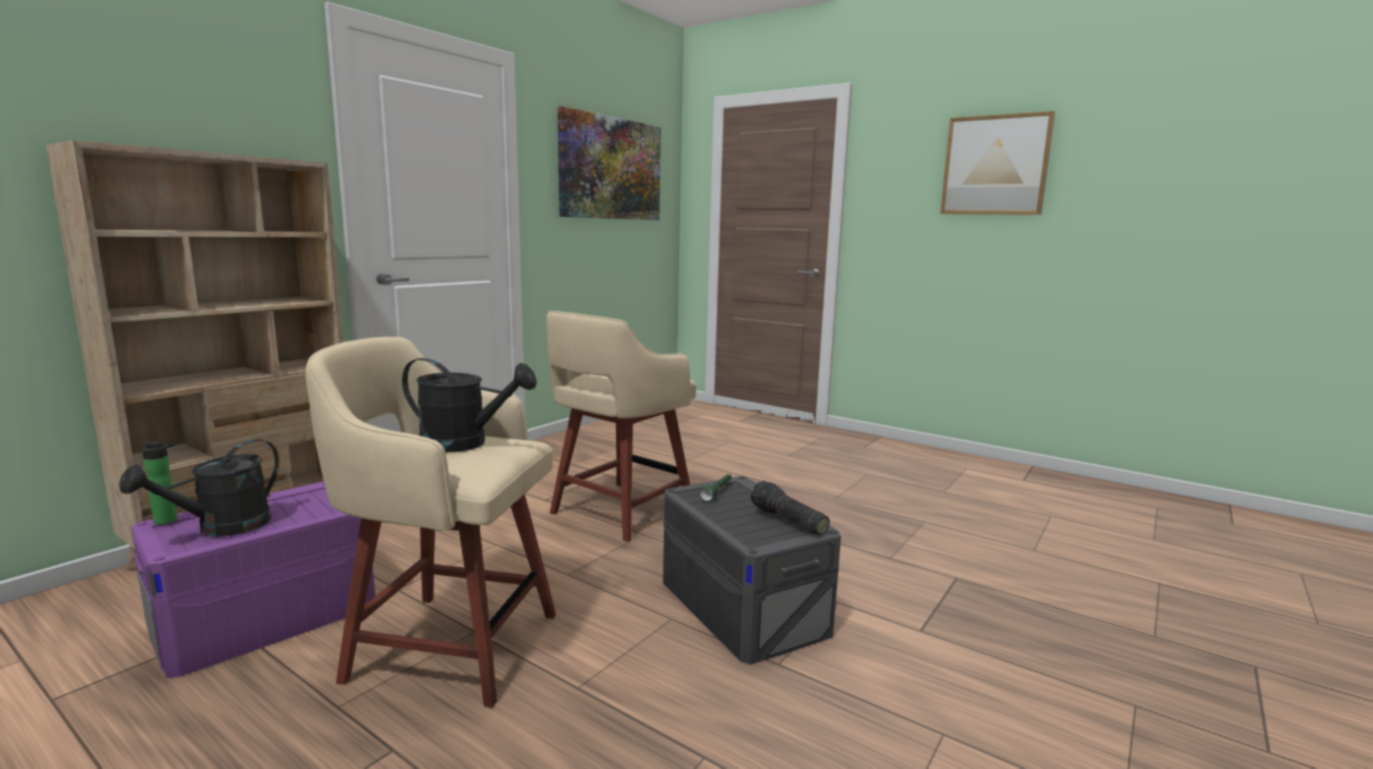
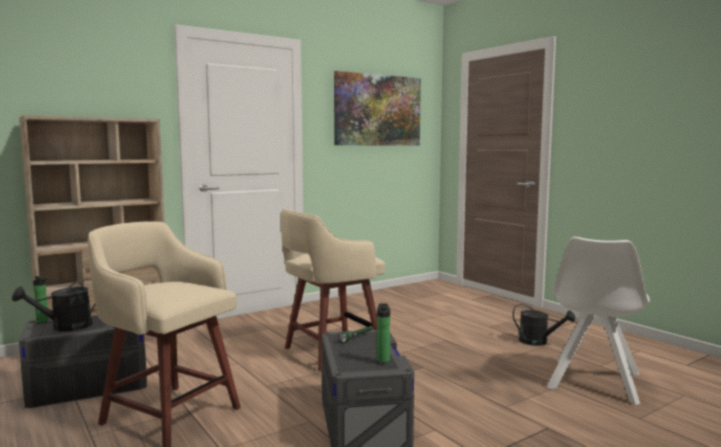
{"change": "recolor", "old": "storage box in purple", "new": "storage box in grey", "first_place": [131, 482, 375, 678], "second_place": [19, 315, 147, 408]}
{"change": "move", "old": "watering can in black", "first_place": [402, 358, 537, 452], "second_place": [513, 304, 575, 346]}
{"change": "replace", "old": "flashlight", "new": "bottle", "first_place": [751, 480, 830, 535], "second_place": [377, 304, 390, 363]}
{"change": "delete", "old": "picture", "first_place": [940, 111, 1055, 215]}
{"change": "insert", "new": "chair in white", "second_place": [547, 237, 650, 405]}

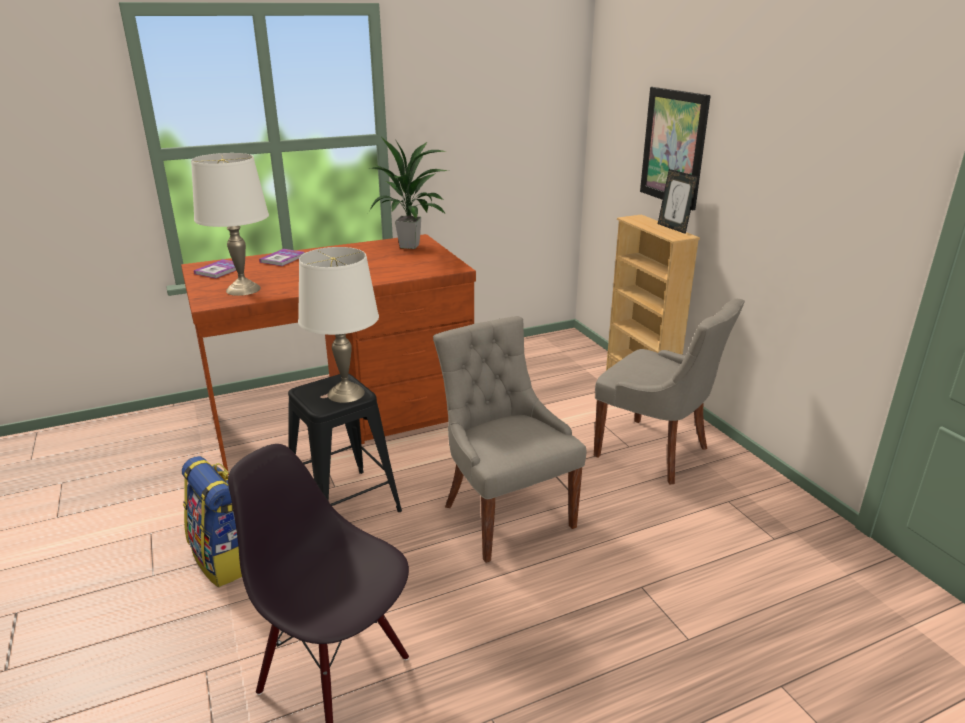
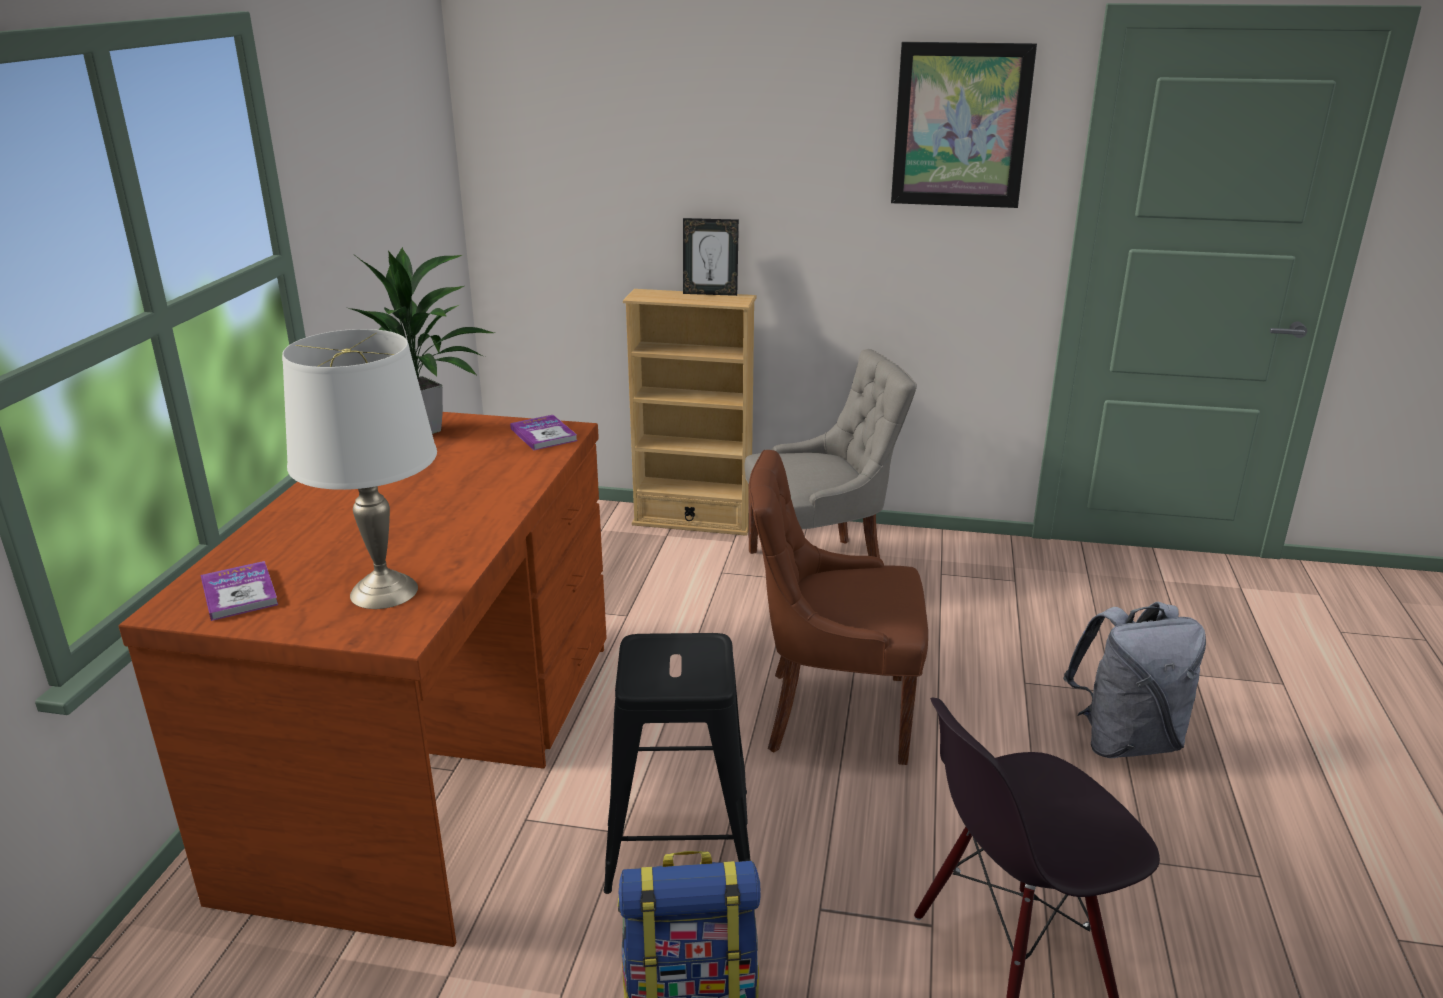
{"change": "move", "old": "book", "first_place": [259, 249, 305, 266], "second_place": [510, 415, 577, 450]}
{"change": "delete", "old": "table lamp in white", "first_place": [298, 247, 379, 403]}
{"change": "recolor", "old": "chair in grey", "new": "chair in brown", "first_place": [433, 316, 586, 563], "second_place": [749, 450, 928, 765]}
{"change": "move", "old": "picture", "first_place": [640, 87, 711, 210], "second_place": [891, 42, 1037, 208]}
{"change": "insert", "new": "backpack in grey", "second_place": [1063, 602, 1206, 758]}

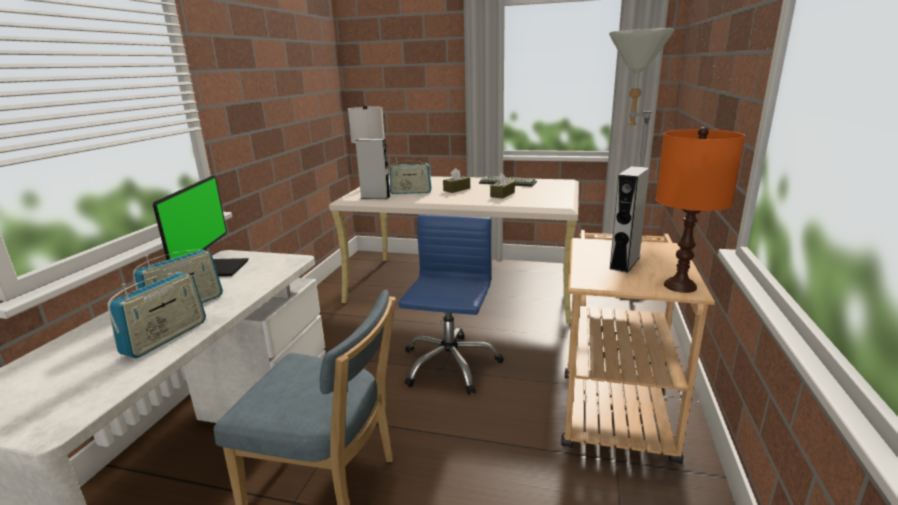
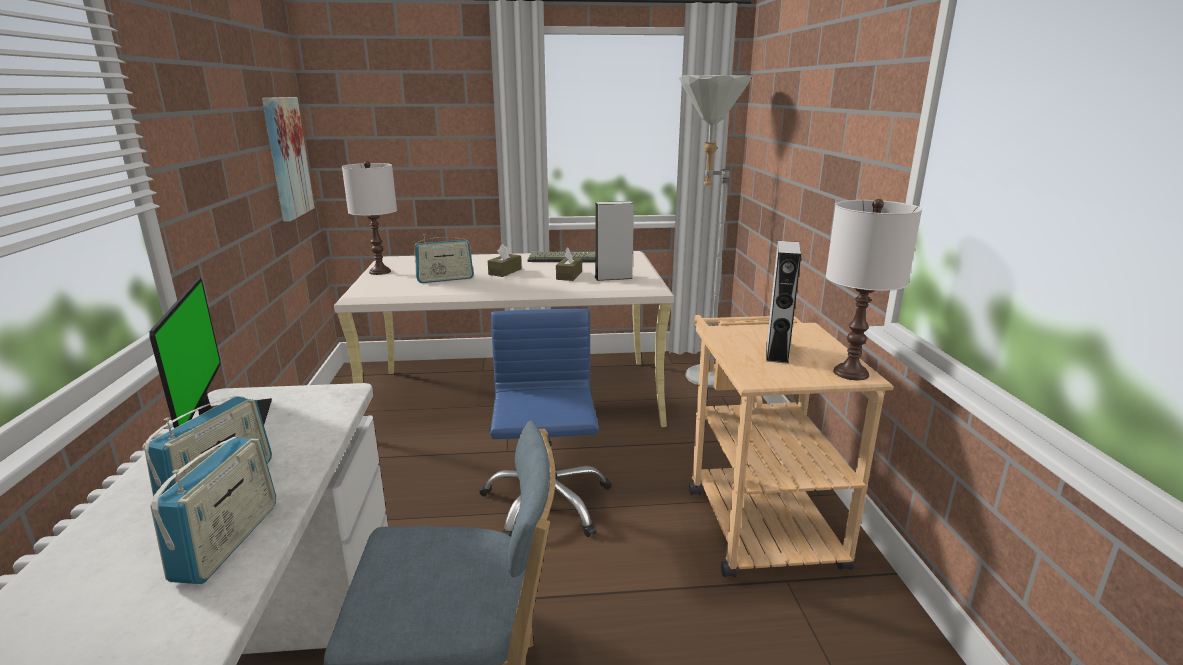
{"change": "move", "old": "speaker in grey", "first_place": [355, 139, 390, 199], "second_place": [595, 201, 634, 281]}
{"change": "recolor", "old": "table lamp in orange", "new": "table lamp in white", "first_place": [656, 127, 745, 293], "second_place": [826, 199, 922, 380]}
{"change": "insert", "new": "picture", "second_place": [262, 97, 315, 222]}

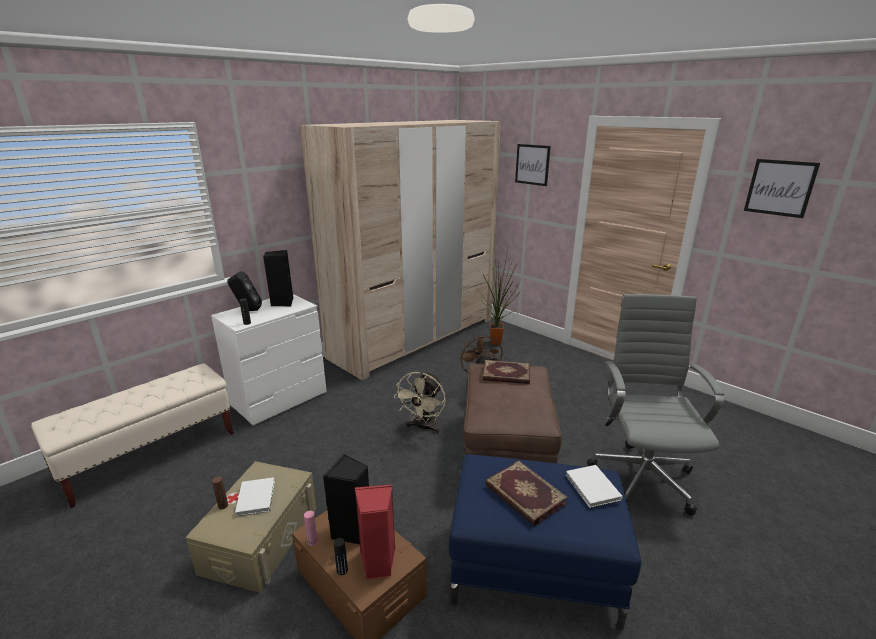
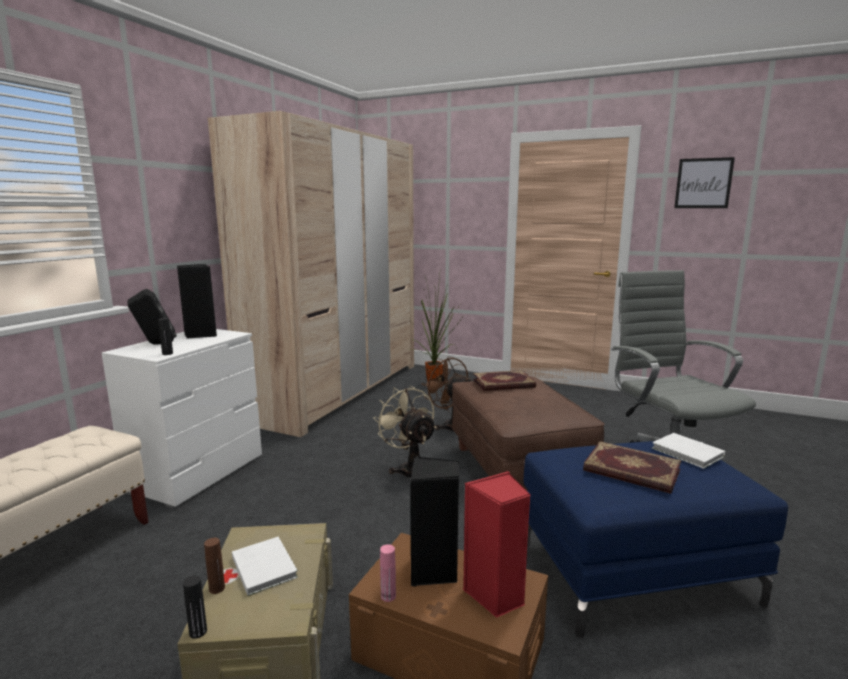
{"change": "move", "old": "bottle in black", "first_place": [334, 538, 348, 575], "second_place": [183, 576, 207, 639]}
{"change": "rotate", "old": "fan in beige", "first_place": [394, 372, 446, 434], "second_place": [373, 386, 437, 477], "degrees": 150}
{"change": "delete", "old": "picture", "first_place": [515, 144, 551, 186]}

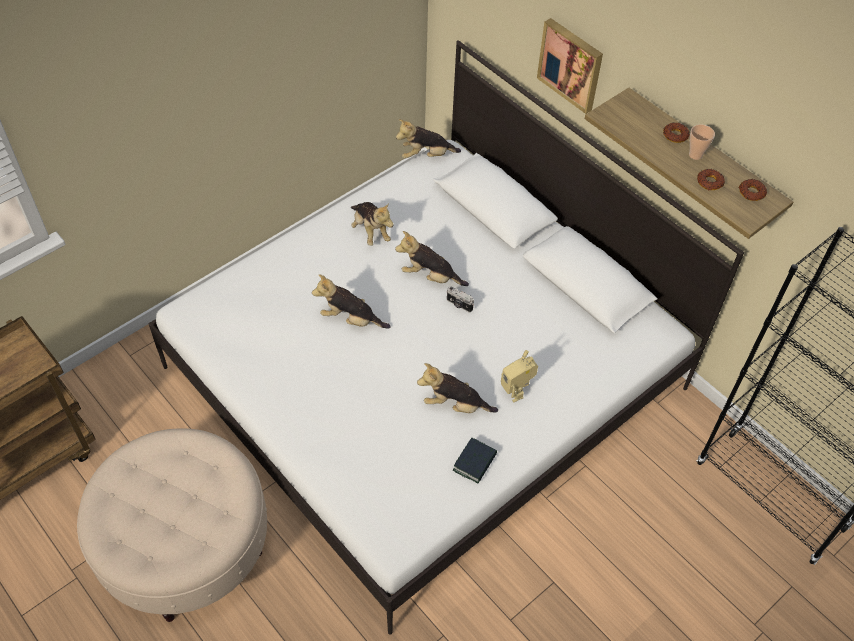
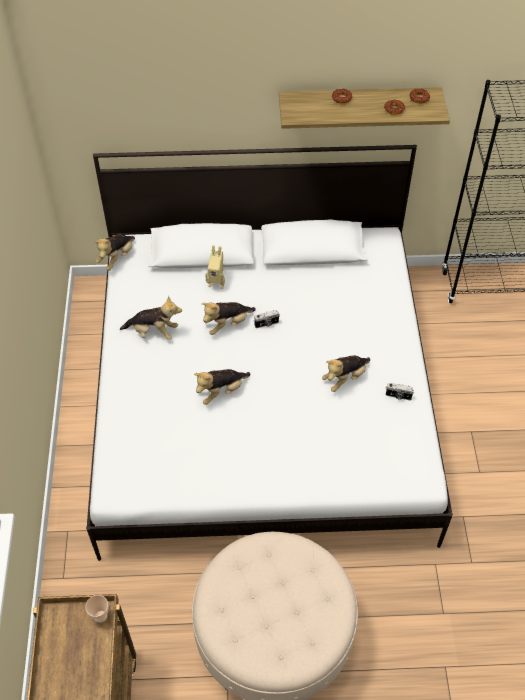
{"change": "replace", "old": "book", "new": "photo camera", "first_place": [453, 438, 497, 483], "second_place": [386, 383, 414, 400]}
{"change": "move", "old": "toy robot", "first_place": [501, 350, 538, 402], "second_place": [205, 245, 225, 289]}
{"change": "delete", "old": "picture", "first_place": [537, 18, 603, 114]}
{"change": "move", "old": "cup", "first_place": [689, 124, 715, 160], "second_place": [85, 595, 108, 623]}

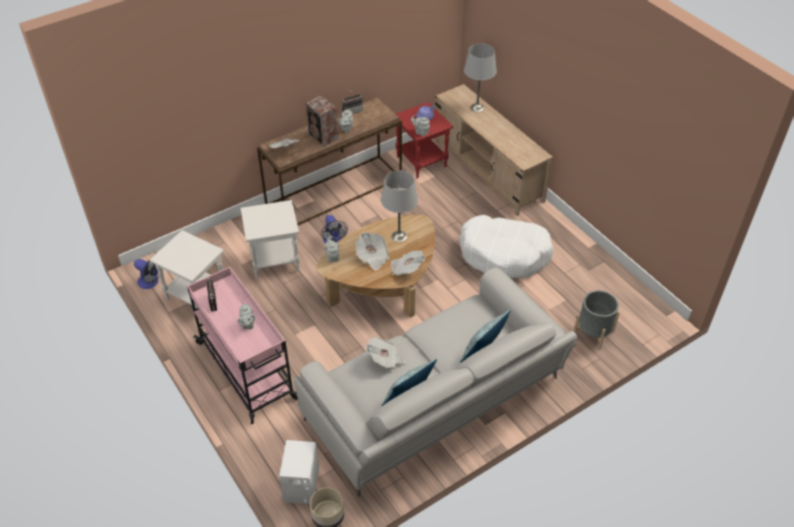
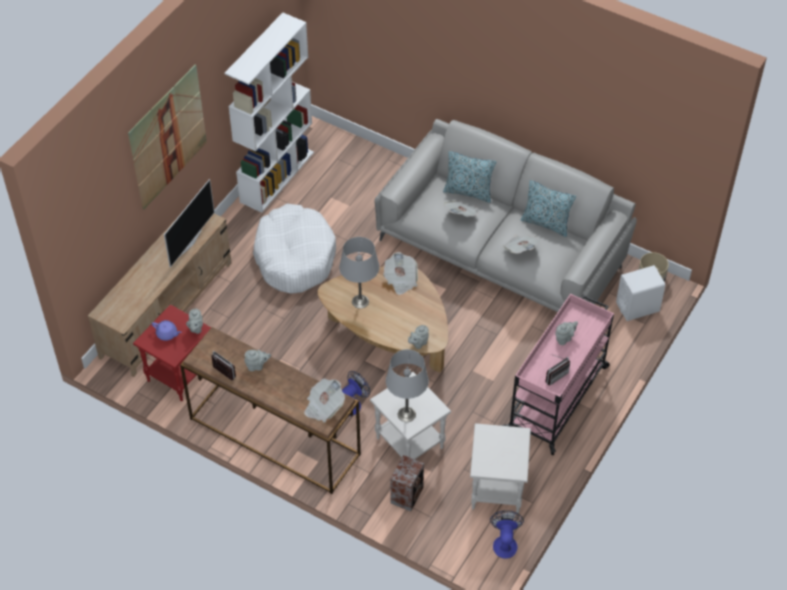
{"change": "move", "old": "speaker", "first_place": [306, 96, 338, 147], "second_place": [390, 455, 424, 512]}
{"change": "move", "old": "newspaper", "first_place": [355, 232, 390, 270], "second_place": [444, 200, 478, 217]}
{"change": "move", "old": "table lamp in grey", "first_place": [464, 44, 497, 112], "second_place": [386, 349, 429, 422]}
{"change": "delete", "old": "planter in grey", "first_place": [574, 290, 620, 350]}
{"change": "insert", "new": "picture", "second_place": [128, 65, 207, 210]}
{"change": "insert", "new": "television", "second_place": [164, 179, 215, 268]}
{"change": "insert", "new": "bookcase in white", "second_place": [225, 12, 314, 213]}

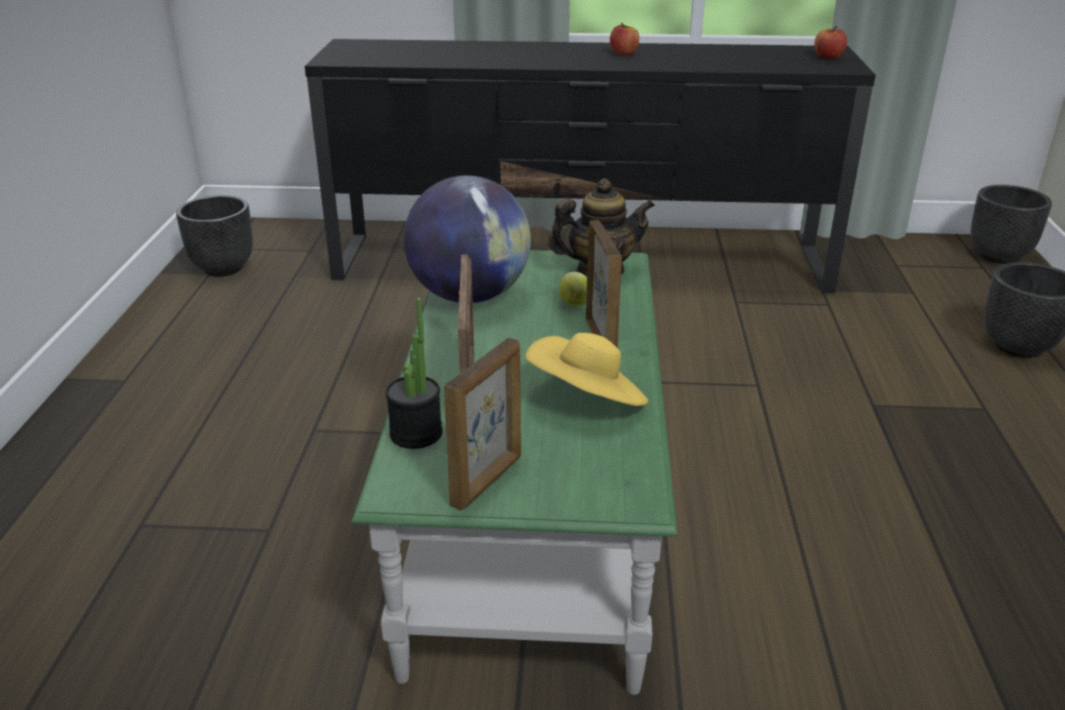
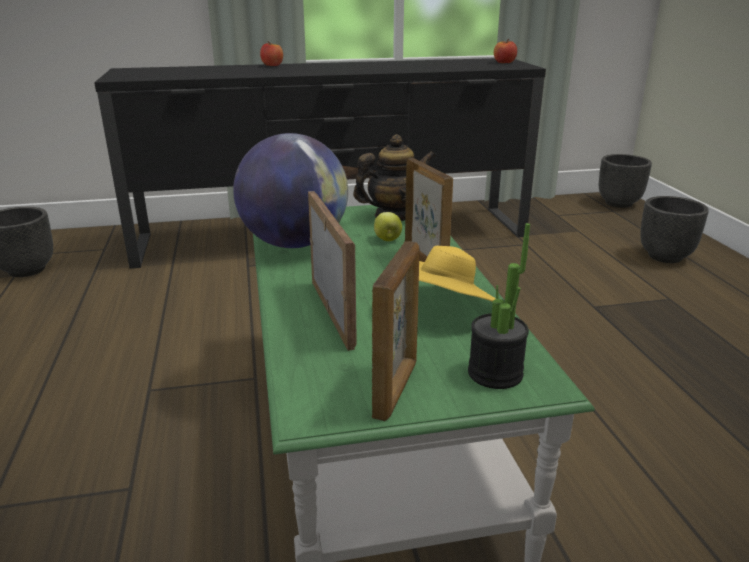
{"change": "move", "old": "potted plant", "first_place": [386, 298, 443, 449], "second_place": [468, 223, 530, 389]}
{"change": "move", "old": "apple", "first_place": [610, 23, 639, 55], "second_place": [260, 41, 283, 66]}

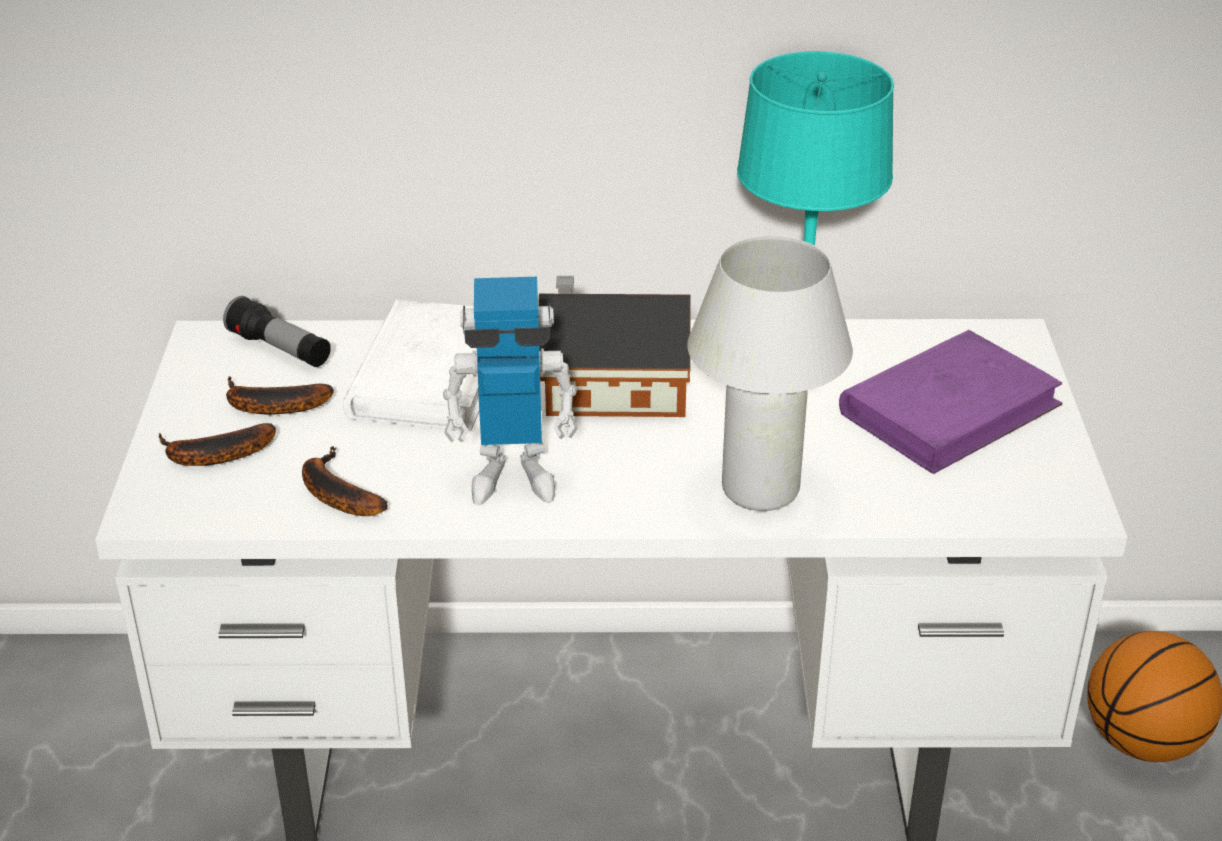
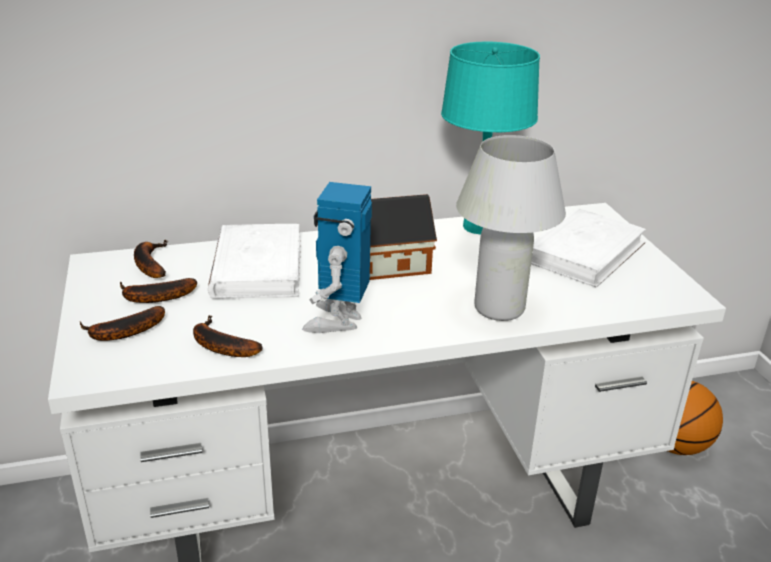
{"change": "replace", "old": "flashlight", "new": "banana", "first_place": [223, 296, 331, 367], "second_place": [134, 240, 168, 278]}
{"change": "rotate", "old": "toy robot", "first_place": [443, 277, 578, 505], "second_place": [302, 182, 372, 333], "degrees": 120}
{"change": "recolor", "old": "book in purple", "new": "book in white", "first_place": [839, 330, 1062, 474], "second_place": [531, 208, 646, 288]}

